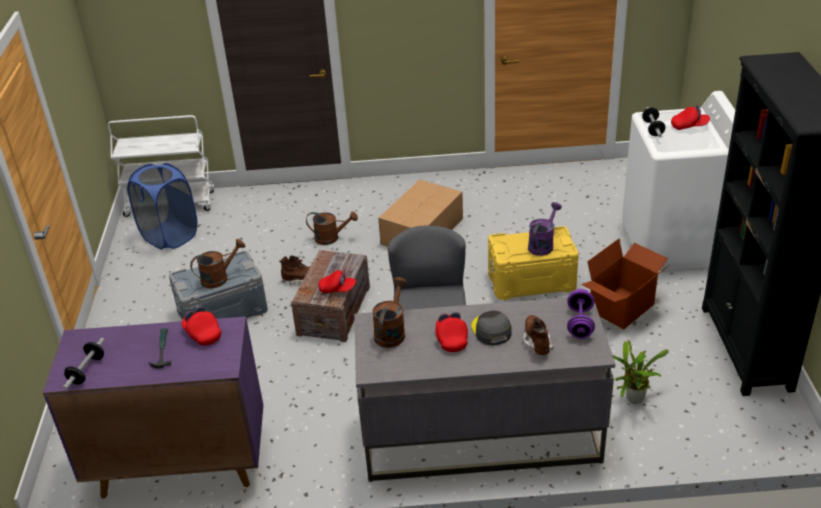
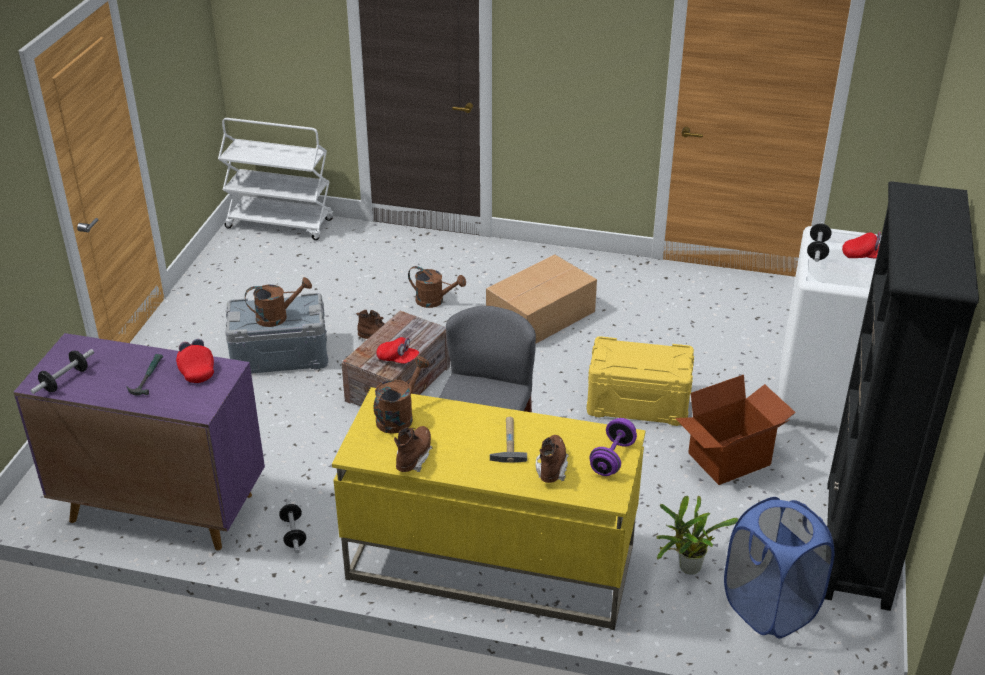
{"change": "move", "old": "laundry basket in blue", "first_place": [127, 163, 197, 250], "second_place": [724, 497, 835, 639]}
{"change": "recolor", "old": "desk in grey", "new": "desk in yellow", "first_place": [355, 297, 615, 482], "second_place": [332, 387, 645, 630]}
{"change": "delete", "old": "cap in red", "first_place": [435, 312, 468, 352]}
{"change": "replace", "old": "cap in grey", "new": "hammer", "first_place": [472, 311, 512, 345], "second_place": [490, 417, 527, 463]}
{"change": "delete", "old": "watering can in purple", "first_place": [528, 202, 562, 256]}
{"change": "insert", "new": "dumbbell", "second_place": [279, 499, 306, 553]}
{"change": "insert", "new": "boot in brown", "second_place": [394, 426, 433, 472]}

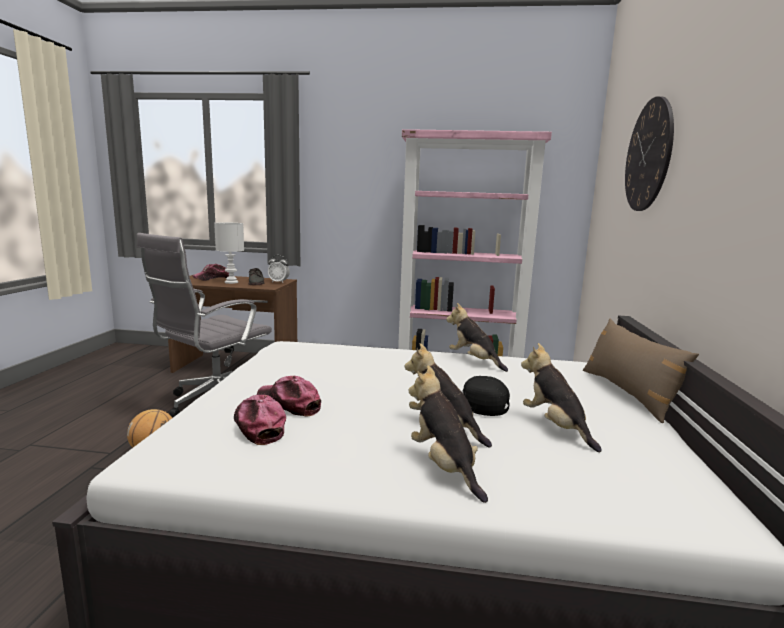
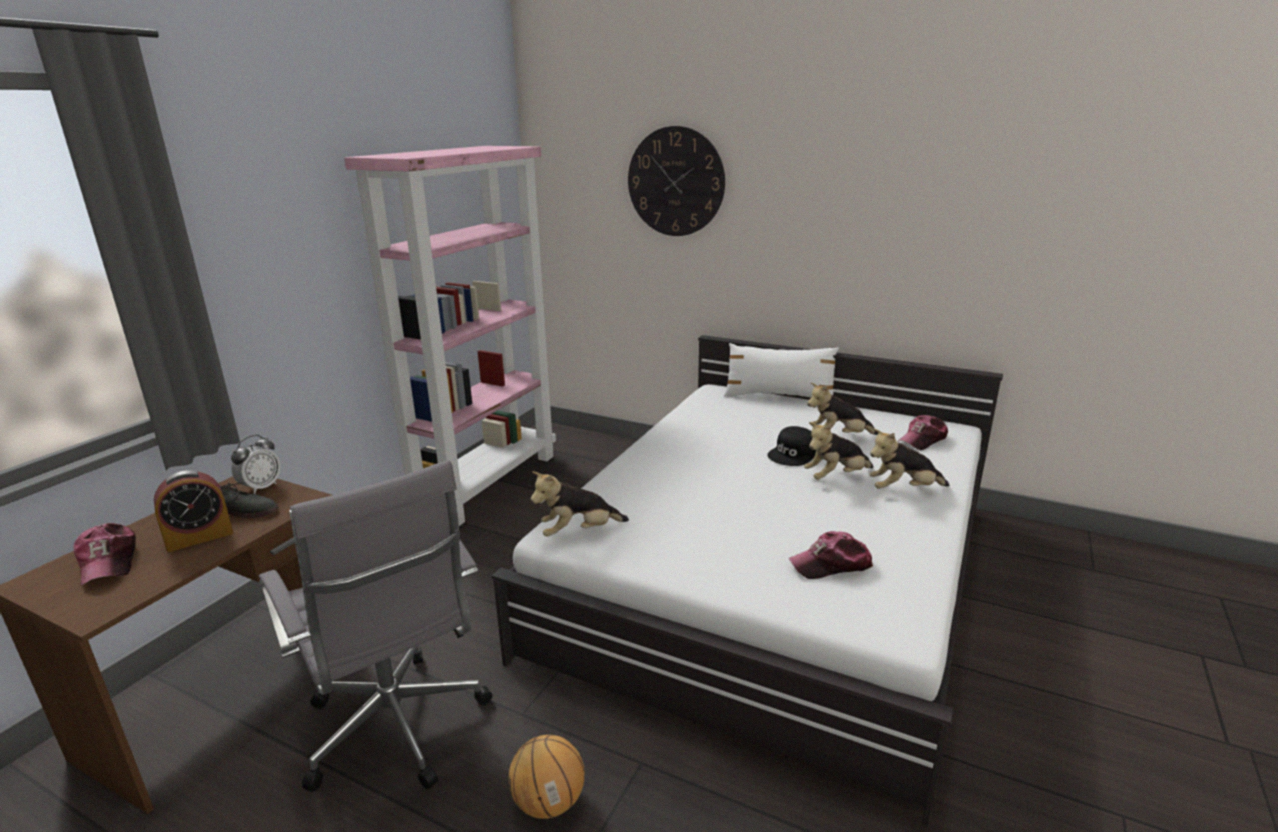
{"change": "replace", "old": "table lamp in white", "new": "alarm clock", "first_place": [214, 222, 244, 284], "second_place": [154, 471, 234, 552]}
{"change": "move", "old": "cap", "first_place": [257, 376, 321, 417], "second_place": [898, 415, 948, 450]}
{"change": "move", "old": "plush toy", "first_place": [446, 303, 508, 372], "second_place": [531, 471, 629, 537]}
{"change": "recolor", "old": "pillow in brown", "new": "pillow in white", "first_place": [583, 319, 699, 423], "second_place": [724, 343, 839, 398]}

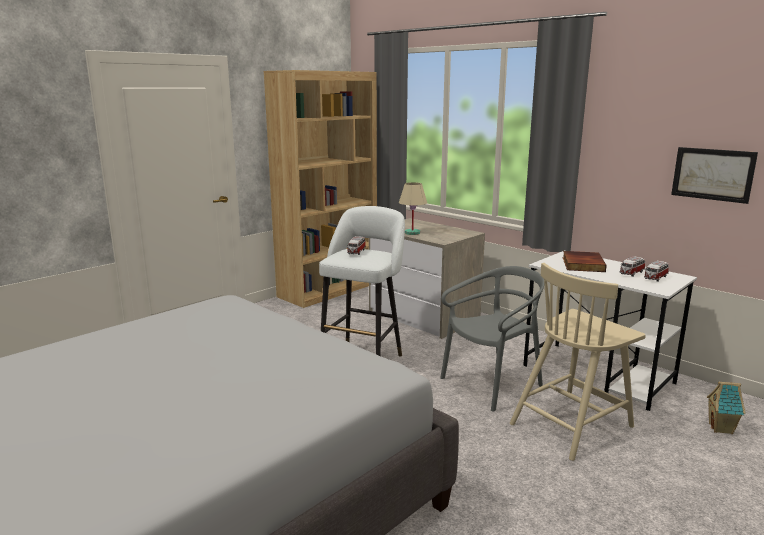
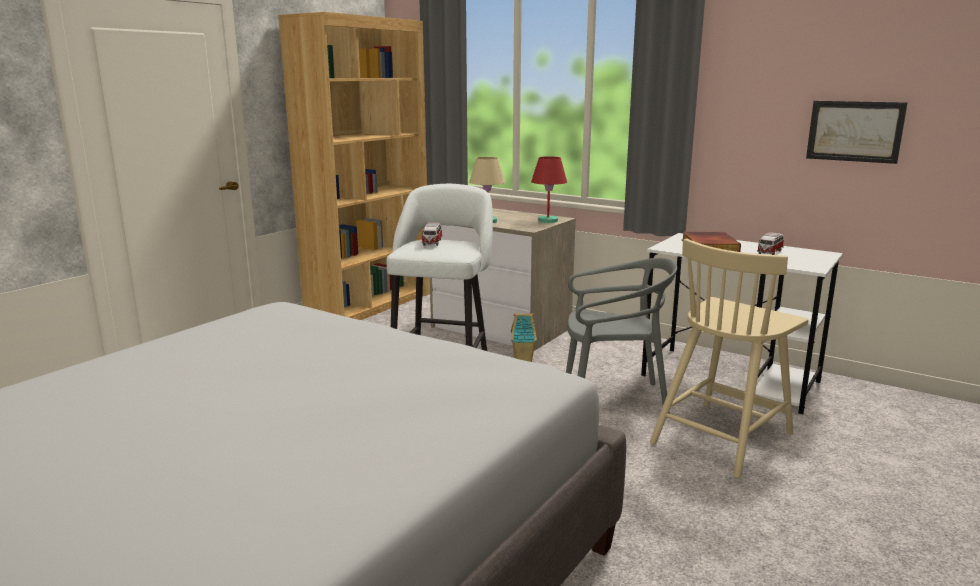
{"change": "rotate", "old": "chair in grey", "first_place": [440, 266, 544, 412], "second_place": [566, 258, 677, 414], "degrees": 45}
{"change": "delete", "old": "toy car", "first_place": [644, 261, 669, 282]}
{"change": "move", "old": "toy house", "first_place": [707, 382, 746, 434], "second_place": [511, 313, 537, 362]}
{"change": "insert", "new": "table lamp in red", "second_place": [531, 156, 567, 223]}

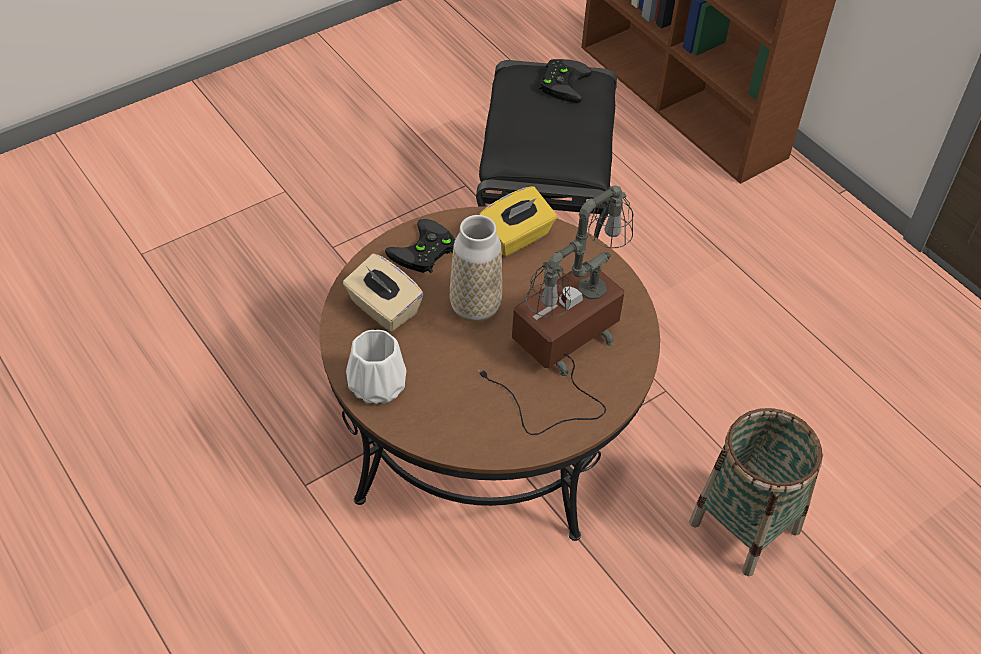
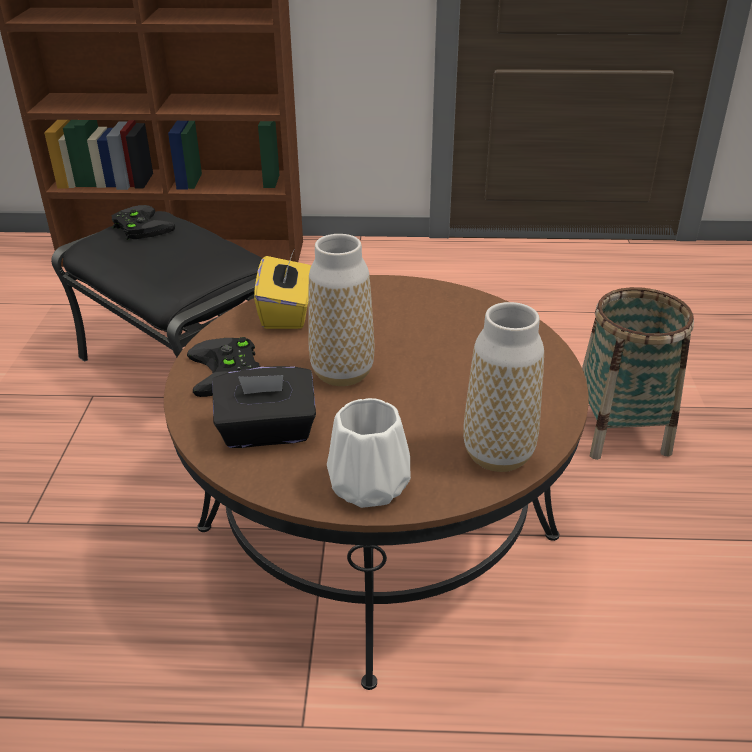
{"change": "recolor", "old": "tissue box in beige", "new": "tissue box in black", "first_place": [343, 254, 424, 332], "second_place": [212, 366, 316, 448]}
{"change": "delete", "old": "table lamp", "first_place": [480, 186, 634, 435]}
{"change": "insert", "new": "vase", "second_place": [464, 302, 544, 472]}

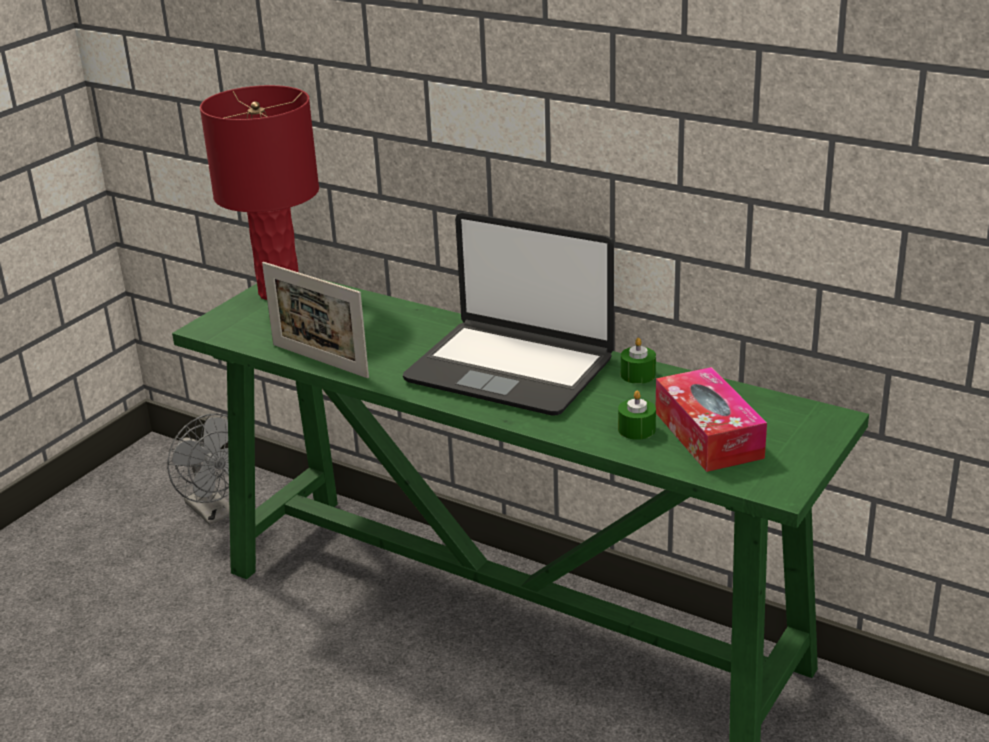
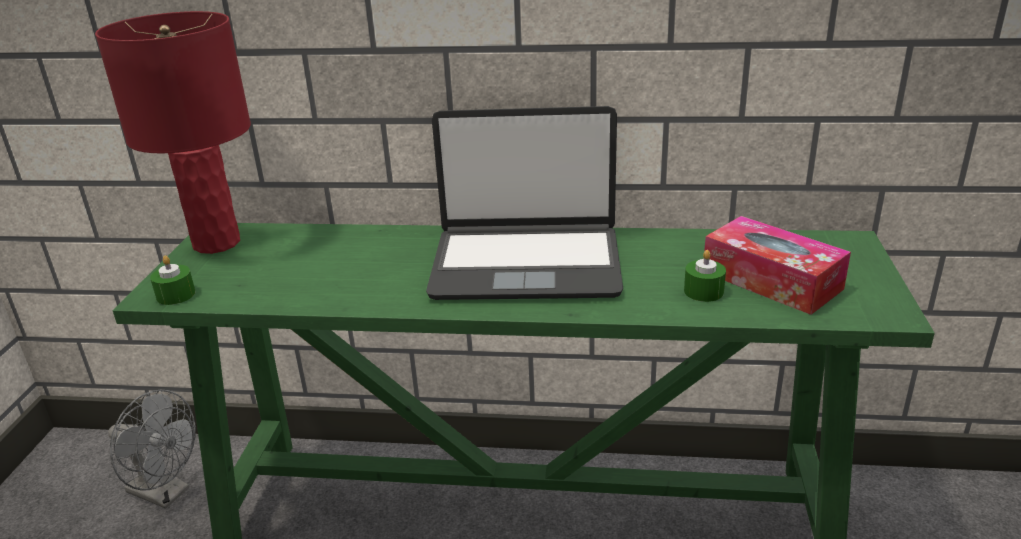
{"change": "delete", "old": "picture frame", "first_place": [262, 262, 369, 378]}
{"change": "move", "old": "candle in green", "first_place": [621, 338, 656, 384], "second_place": [150, 255, 196, 305]}

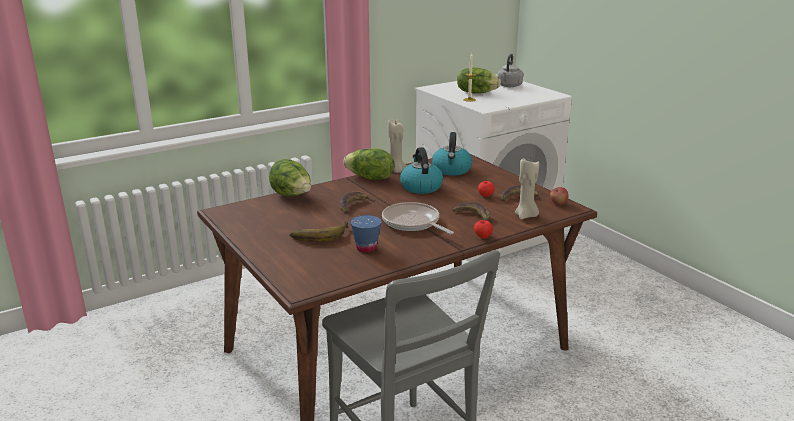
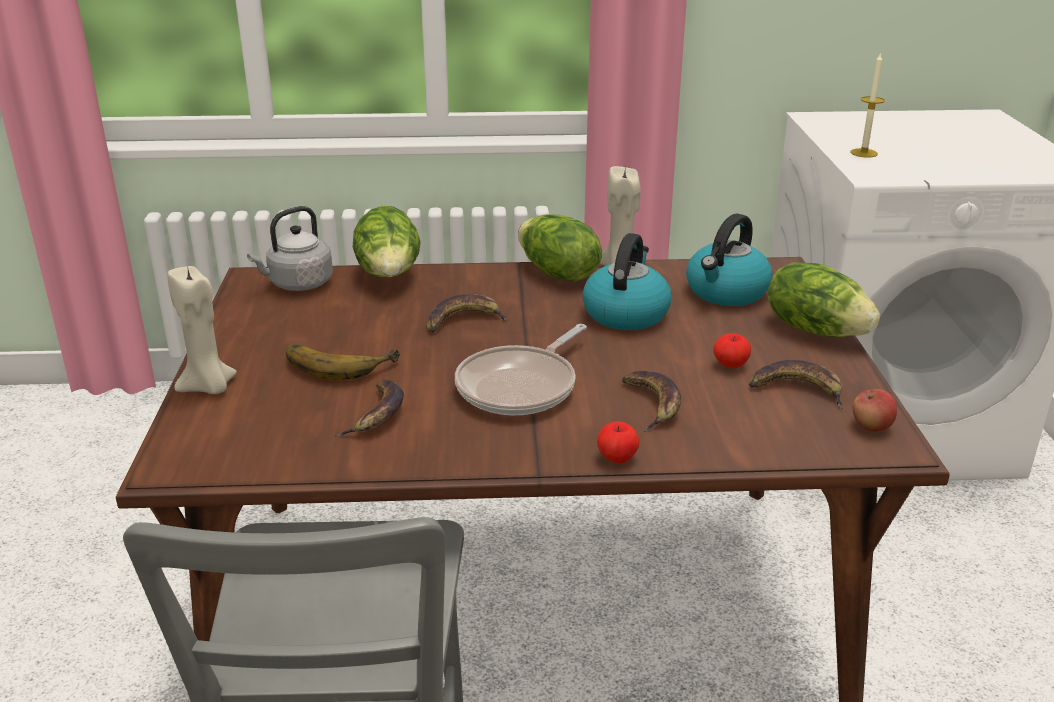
{"change": "replace", "old": "cup in blue", "new": "banana", "first_place": [350, 215, 382, 253], "second_place": [334, 380, 404, 437]}
{"change": "rotate", "old": "frying pan", "first_place": [382, 202, 454, 234], "second_place": [455, 324, 587, 415], "degrees": -135}
{"change": "move", "old": "lettuce", "first_place": [457, 68, 501, 94], "second_place": [768, 262, 880, 337]}
{"change": "move", "old": "kettle in grey", "first_place": [497, 54, 523, 87], "second_place": [247, 206, 333, 291]}
{"change": "move", "old": "candle in beige", "first_place": [515, 158, 539, 219], "second_place": [168, 265, 237, 394]}

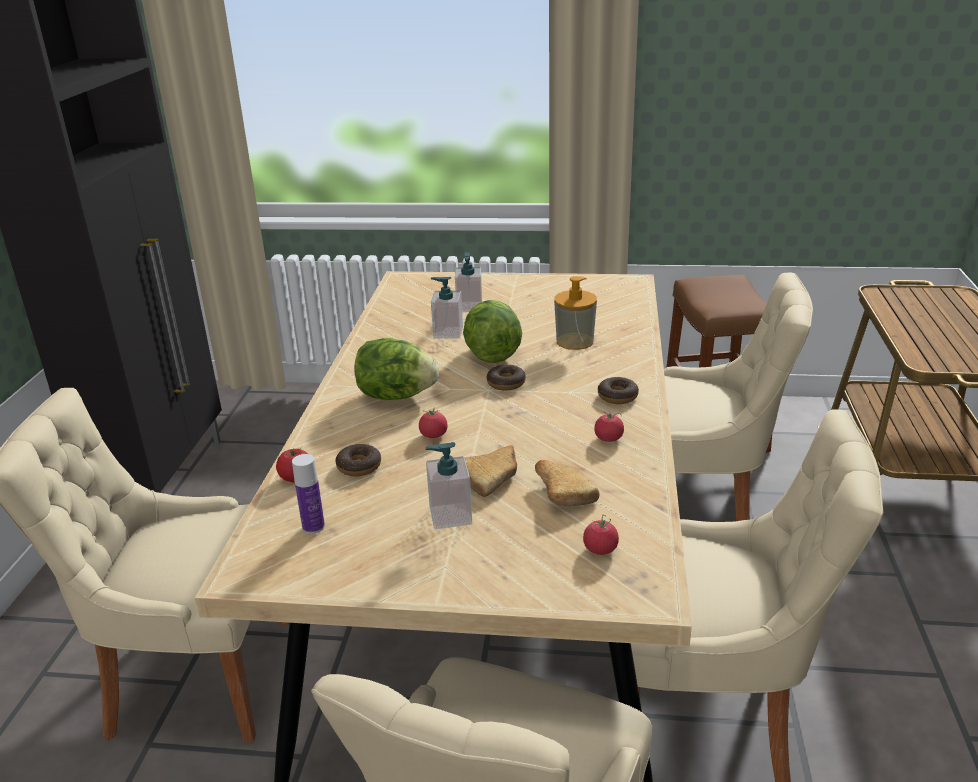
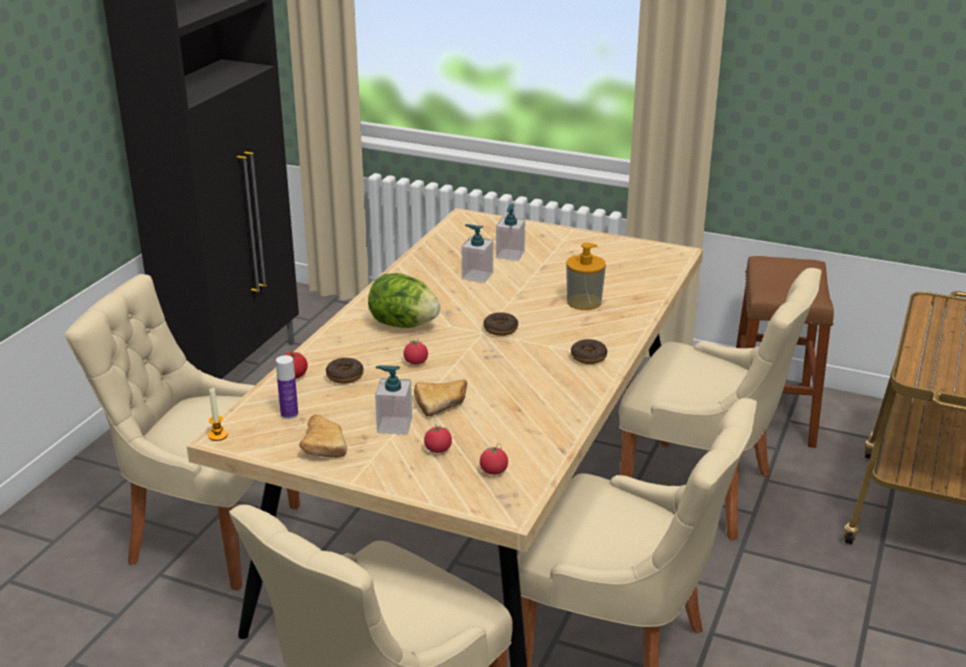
{"change": "delete", "old": "lettuce", "first_place": [463, 300, 522, 363]}
{"change": "move", "old": "bread", "first_place": [535, 460, 599, 506], "second_place": [299, 414, 347, 457]}
{"change": "move", "old": "tomato", "first_place": [594, 411, 624, 442], "second_place": [424, 424, 452, 453]}
{"change": "insert", "new": "candle", "second_place": [208, 388, 228, 441]}

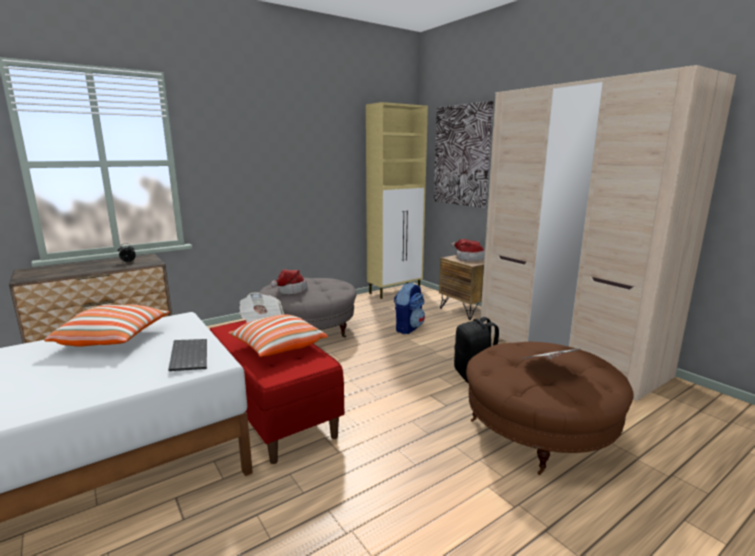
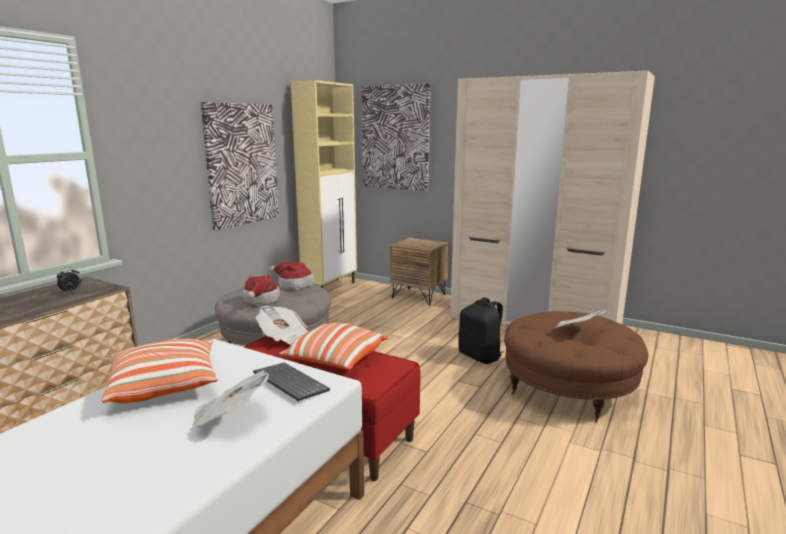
{"change": "delete", "old": "backpack", "first_place": [394, 282, 425, 334]}
{"change": "move", "old": "hat", "first_place": [451, 239, 485, 262], "second_place": [269, 262, 314, 290]}
{"change": "insert", "new": "newspaper", "second_place": [190, 370, 269, 430]}
{"change": "insert", "new": "picture", "second_place": [201, 102, 279, 230]}

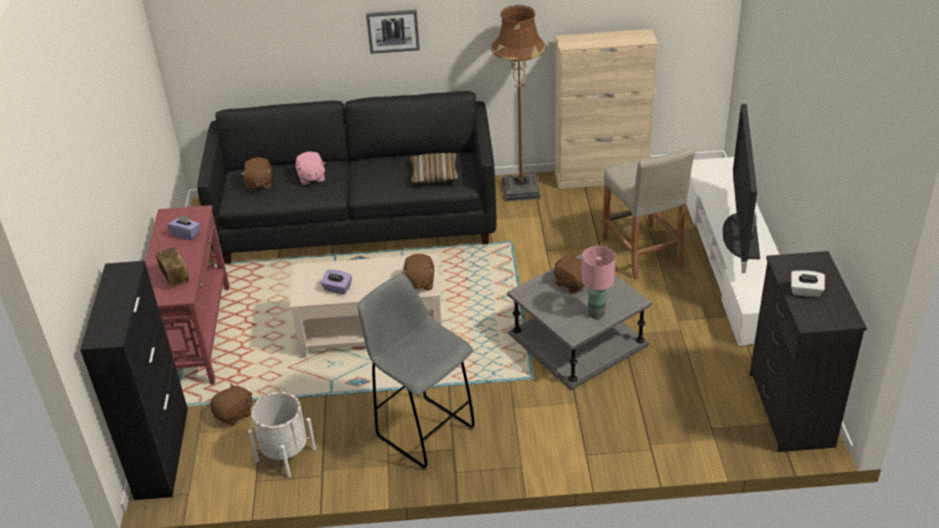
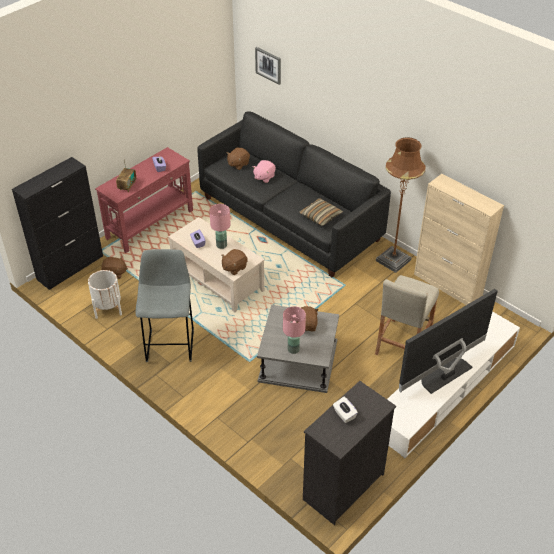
{"change": "move", "old": "picture", "first_place": [366, 10, 420, 54], "second_place": [255, 47, 281, 85]}
{"change": "insert", "new": "table lamp in pink", "second_place": [209, 204, 231, 249]}

